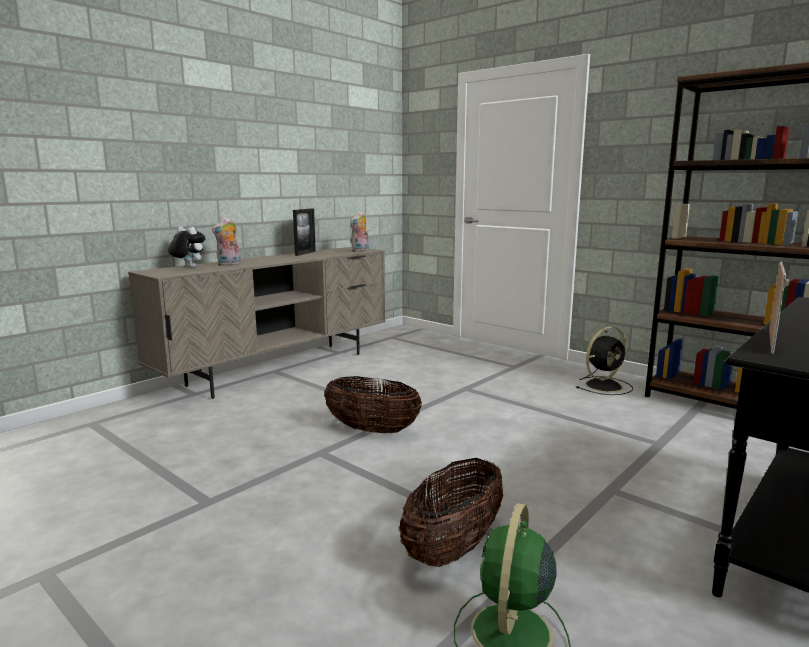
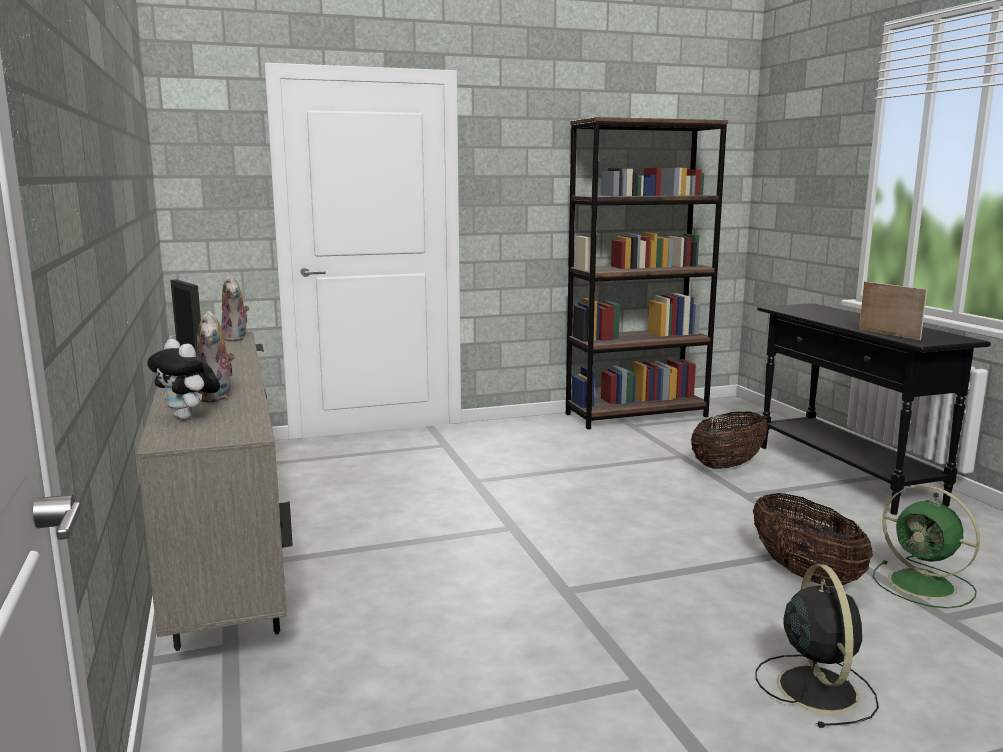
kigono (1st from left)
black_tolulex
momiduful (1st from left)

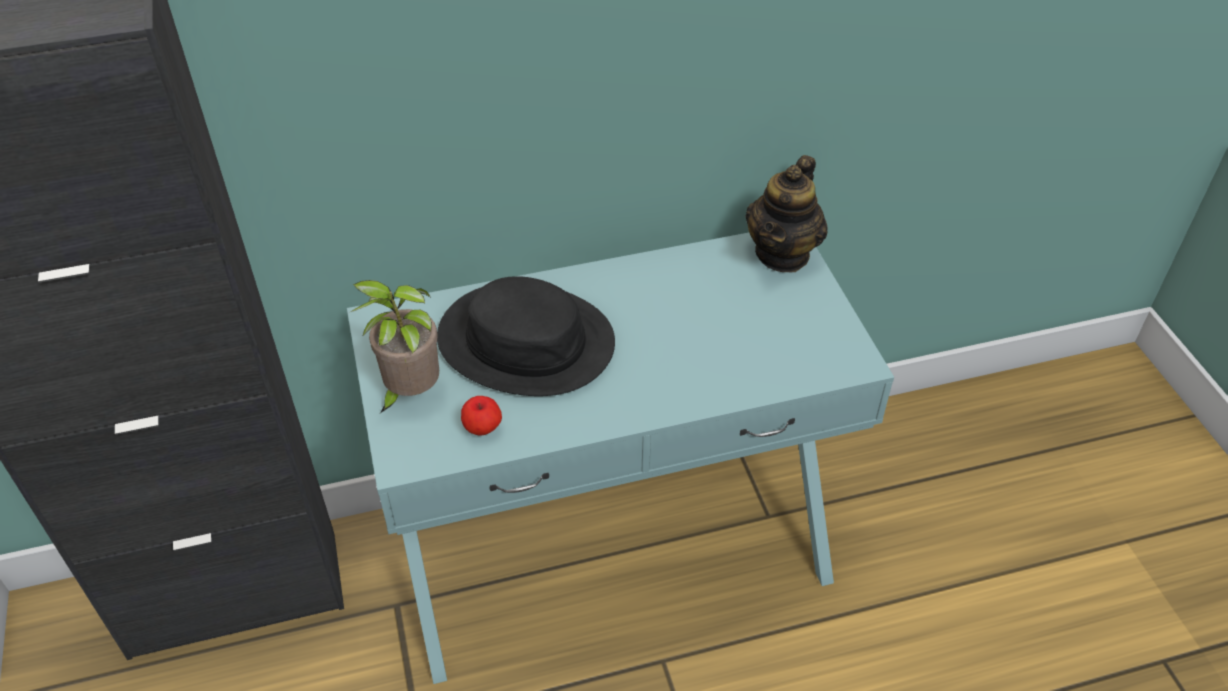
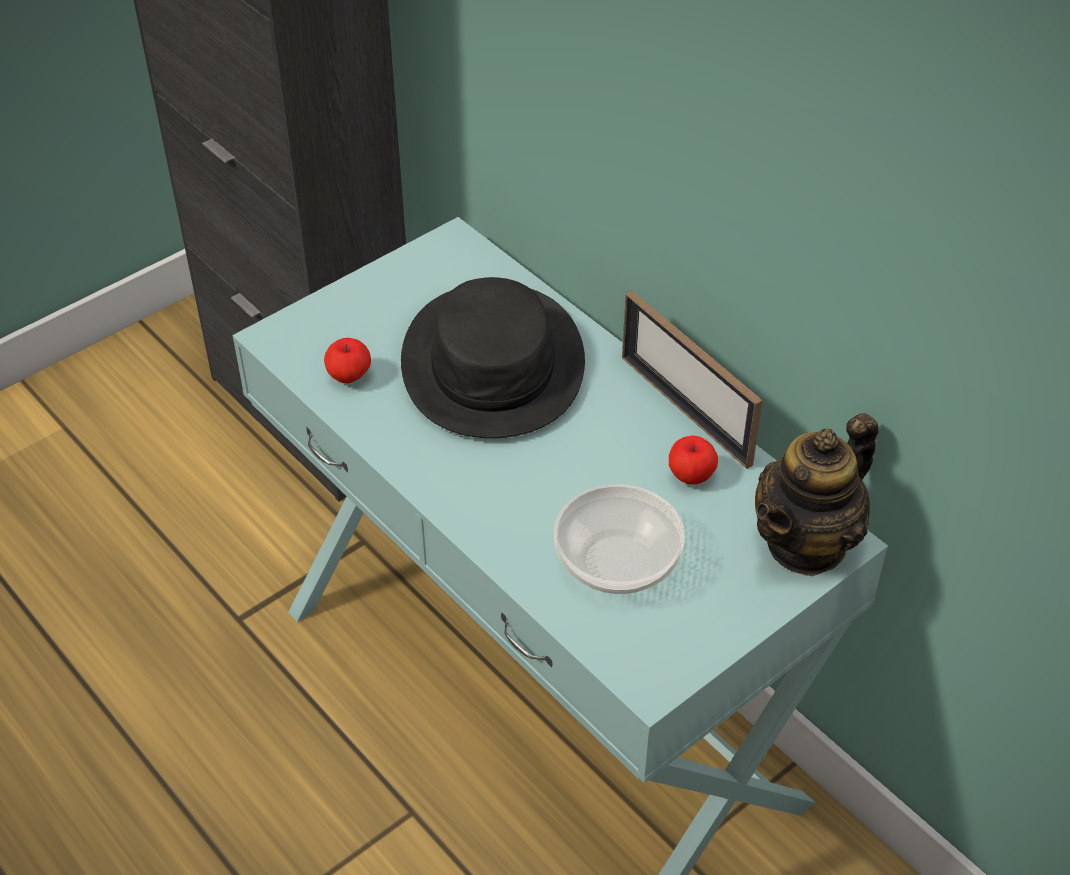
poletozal
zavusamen
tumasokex
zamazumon (2nd from left)
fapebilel

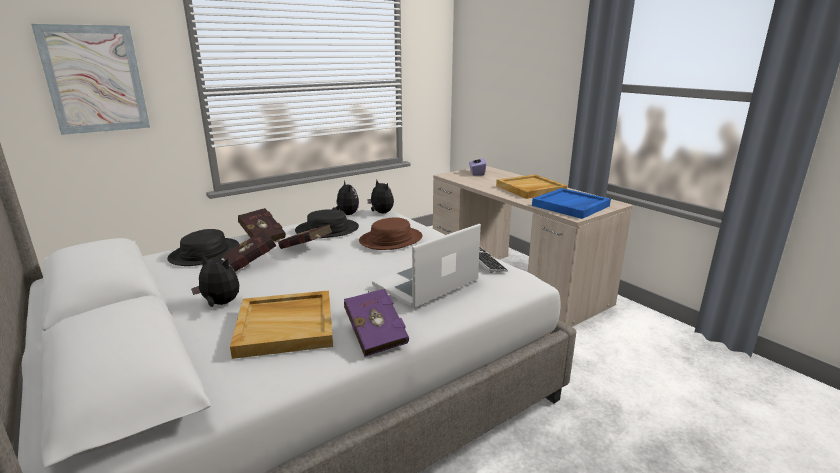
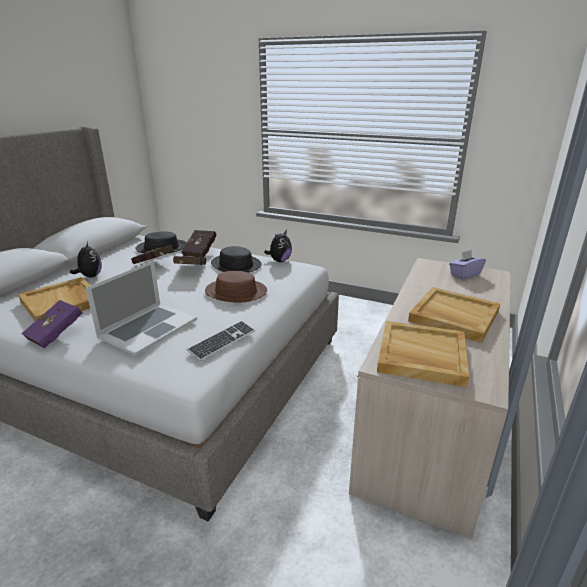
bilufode
momiduful (3rd from left in the first image)
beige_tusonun (2nd from left)
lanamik

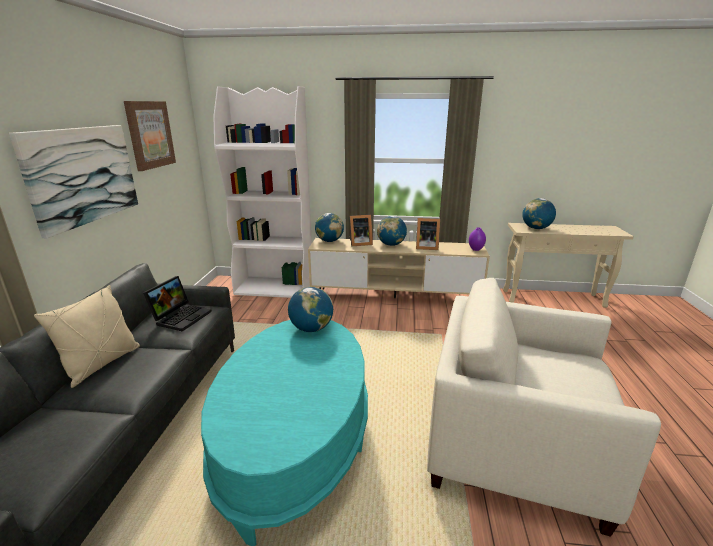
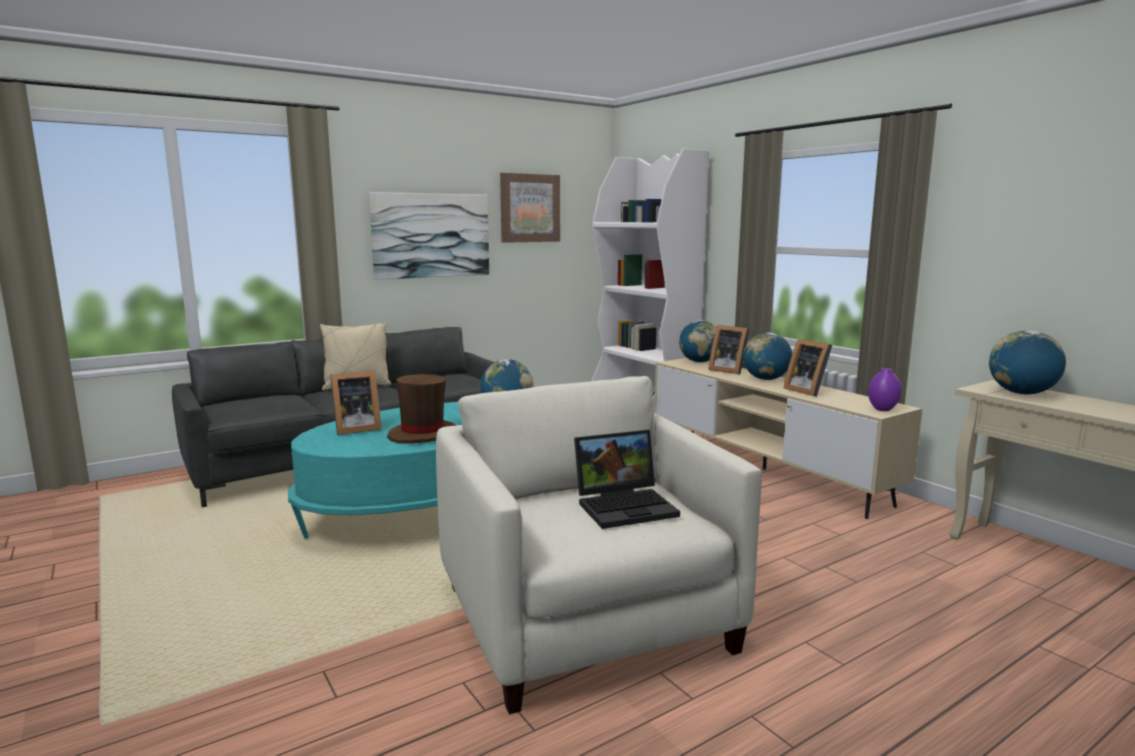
tumasokex (1st from left)
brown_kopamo
lanamik

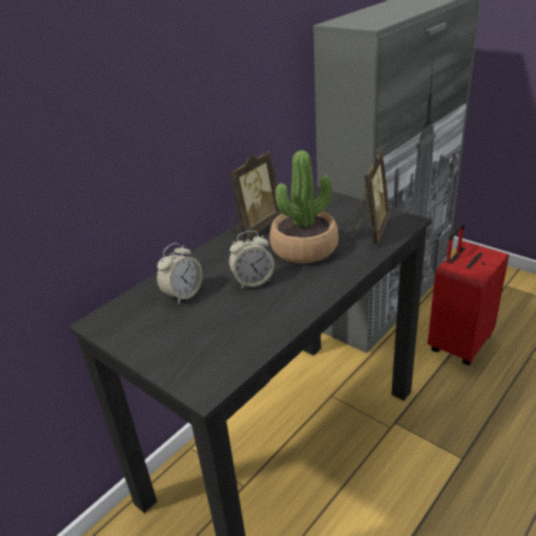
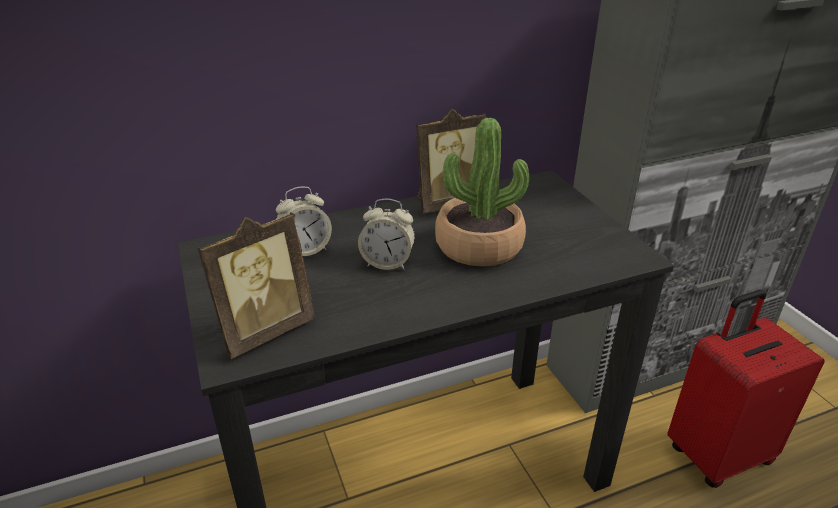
tumasokex (1st from left)

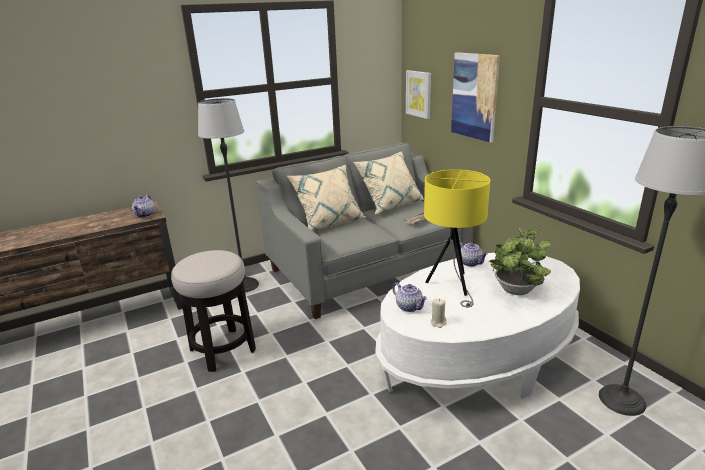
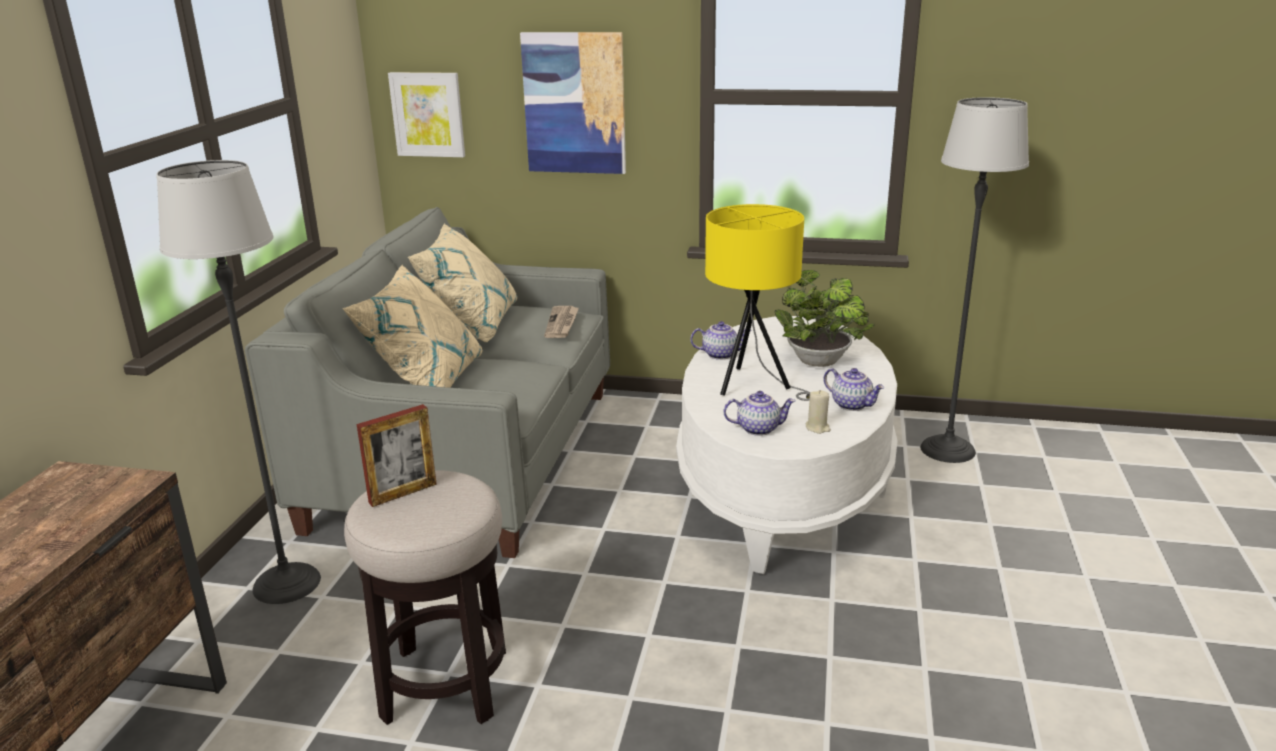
tumasokex
fapebilel (3rd from left)

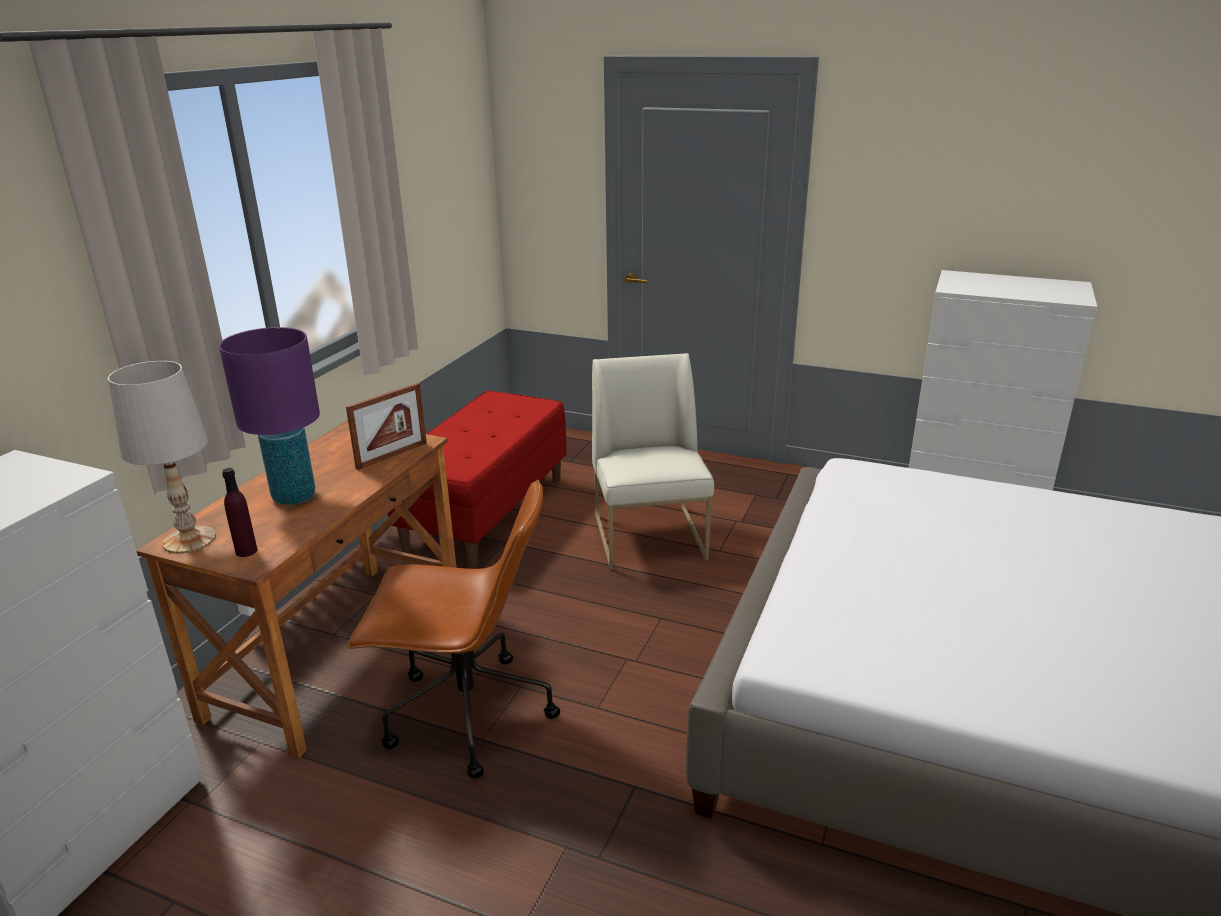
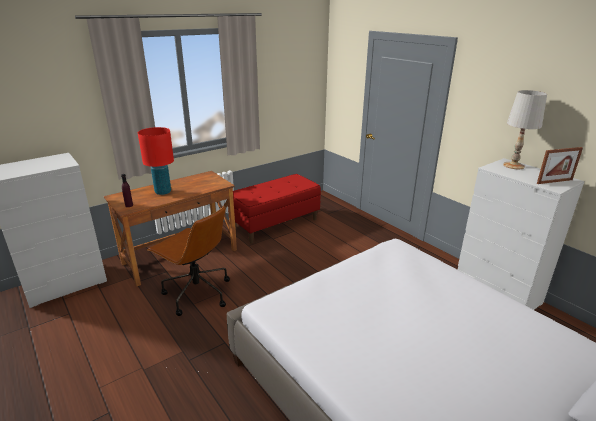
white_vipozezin
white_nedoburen
tumasokex
red_nedoburen

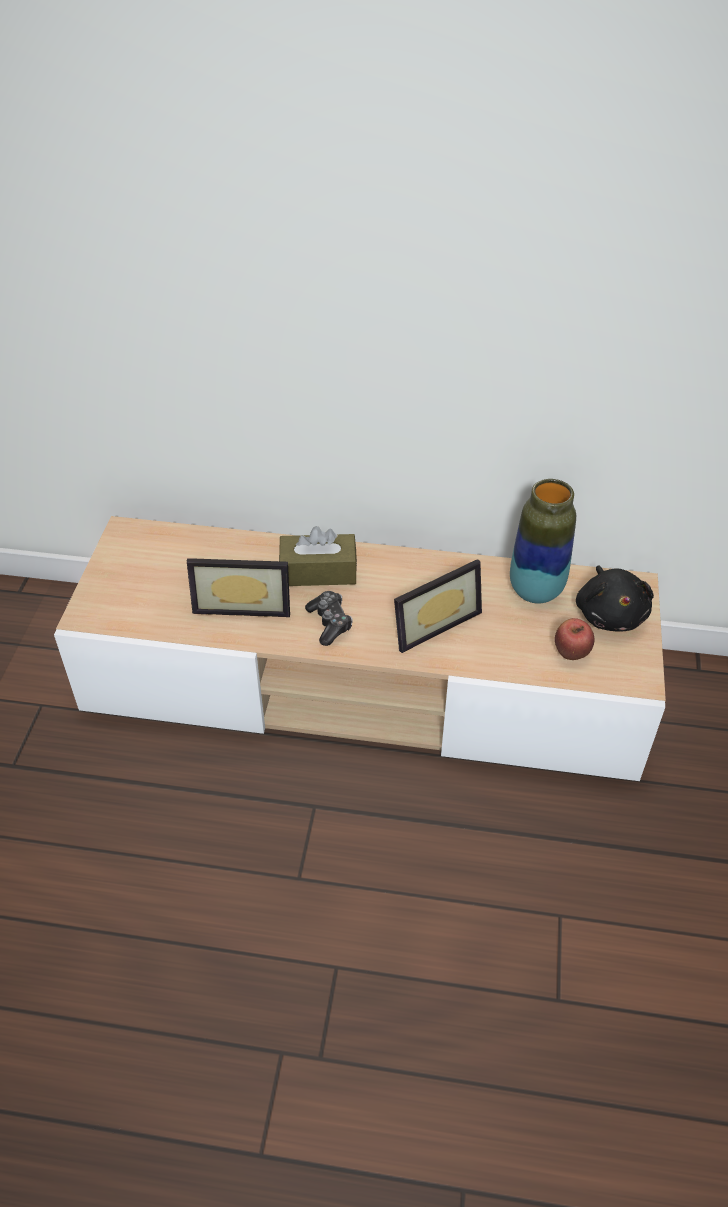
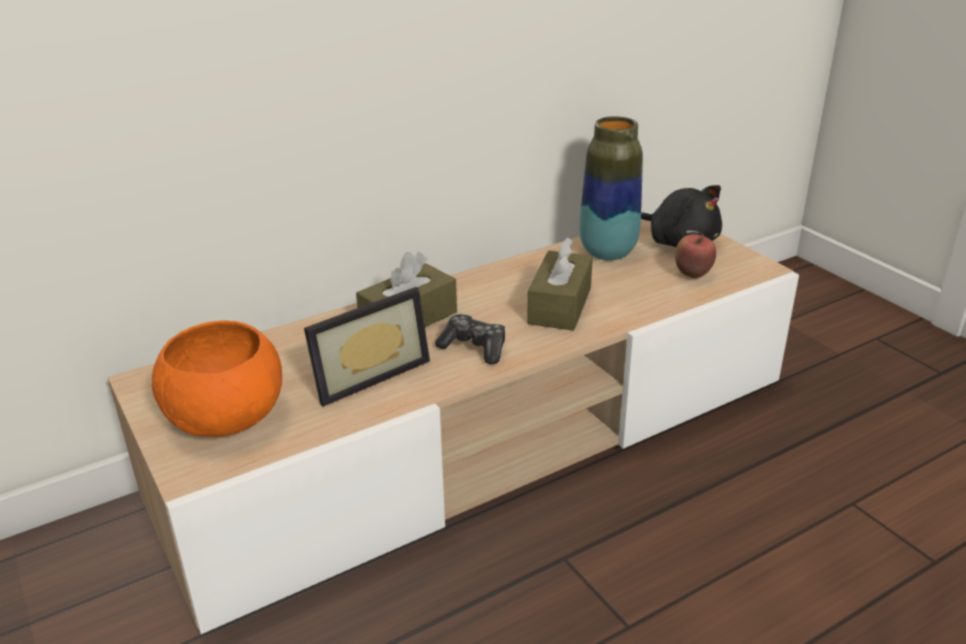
orange_zavusamen
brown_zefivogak (2nd from left)

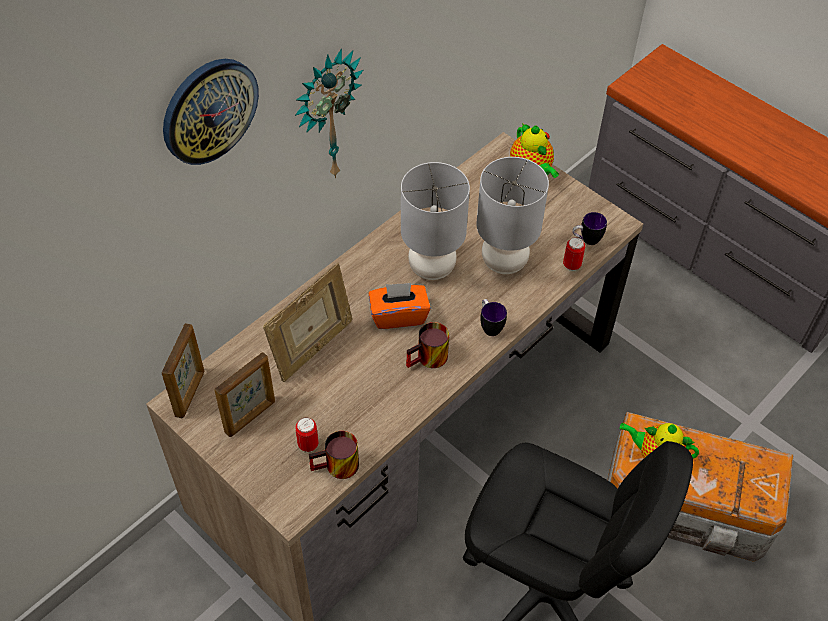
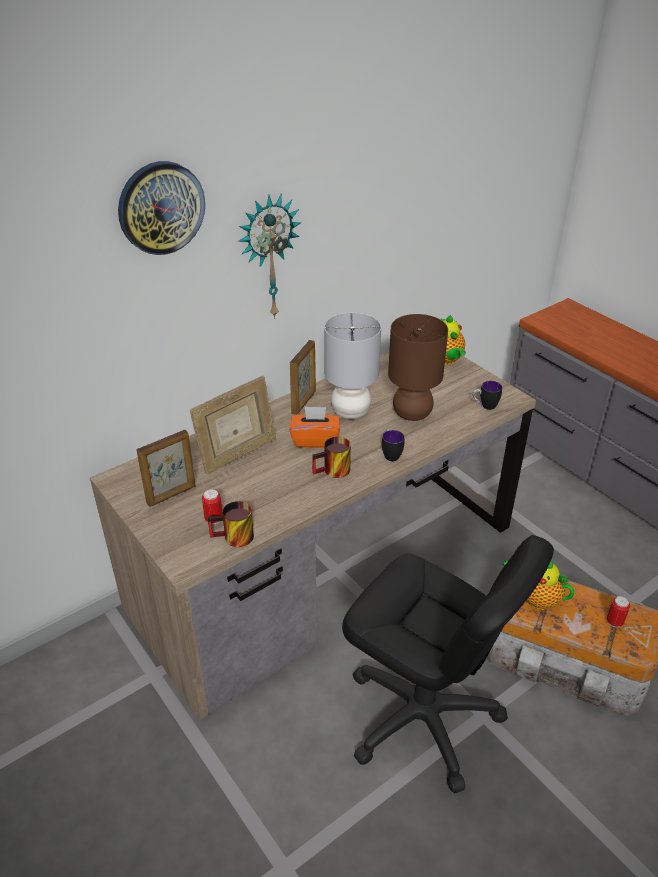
tumasokex (3rd from left)
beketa (2nd from left)
brown_nedoburen

